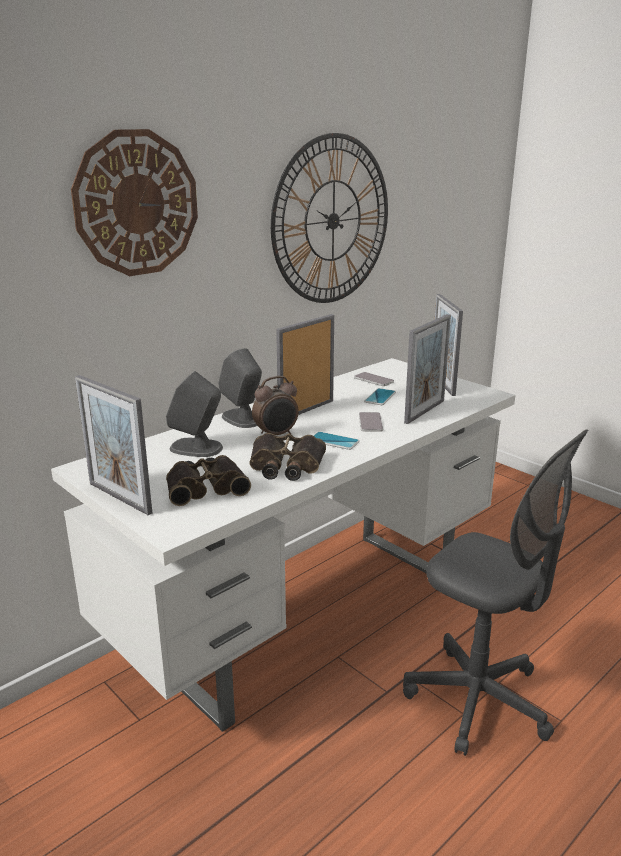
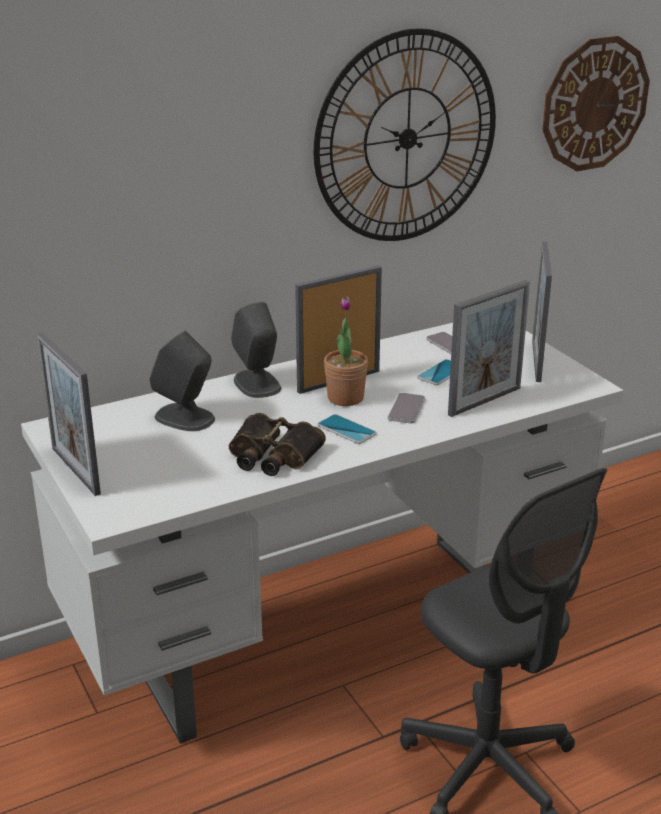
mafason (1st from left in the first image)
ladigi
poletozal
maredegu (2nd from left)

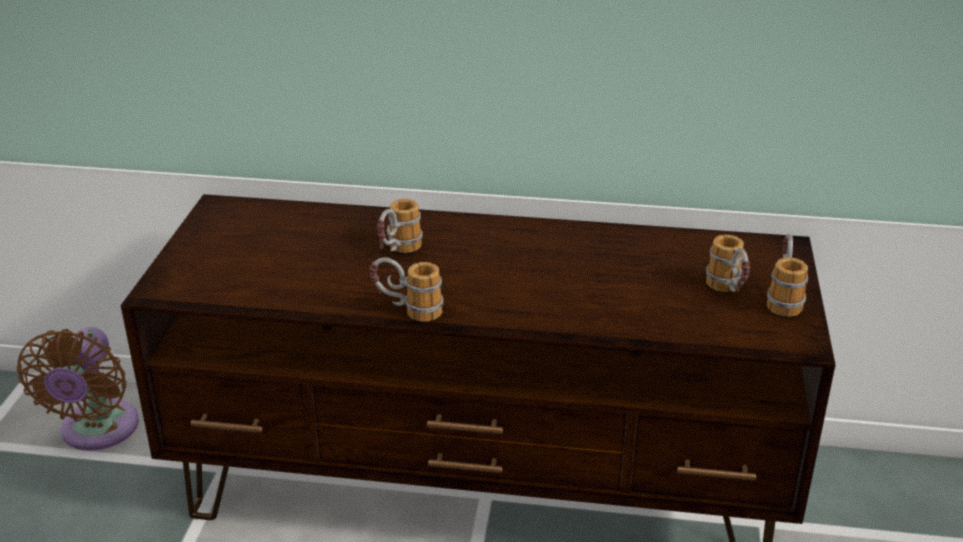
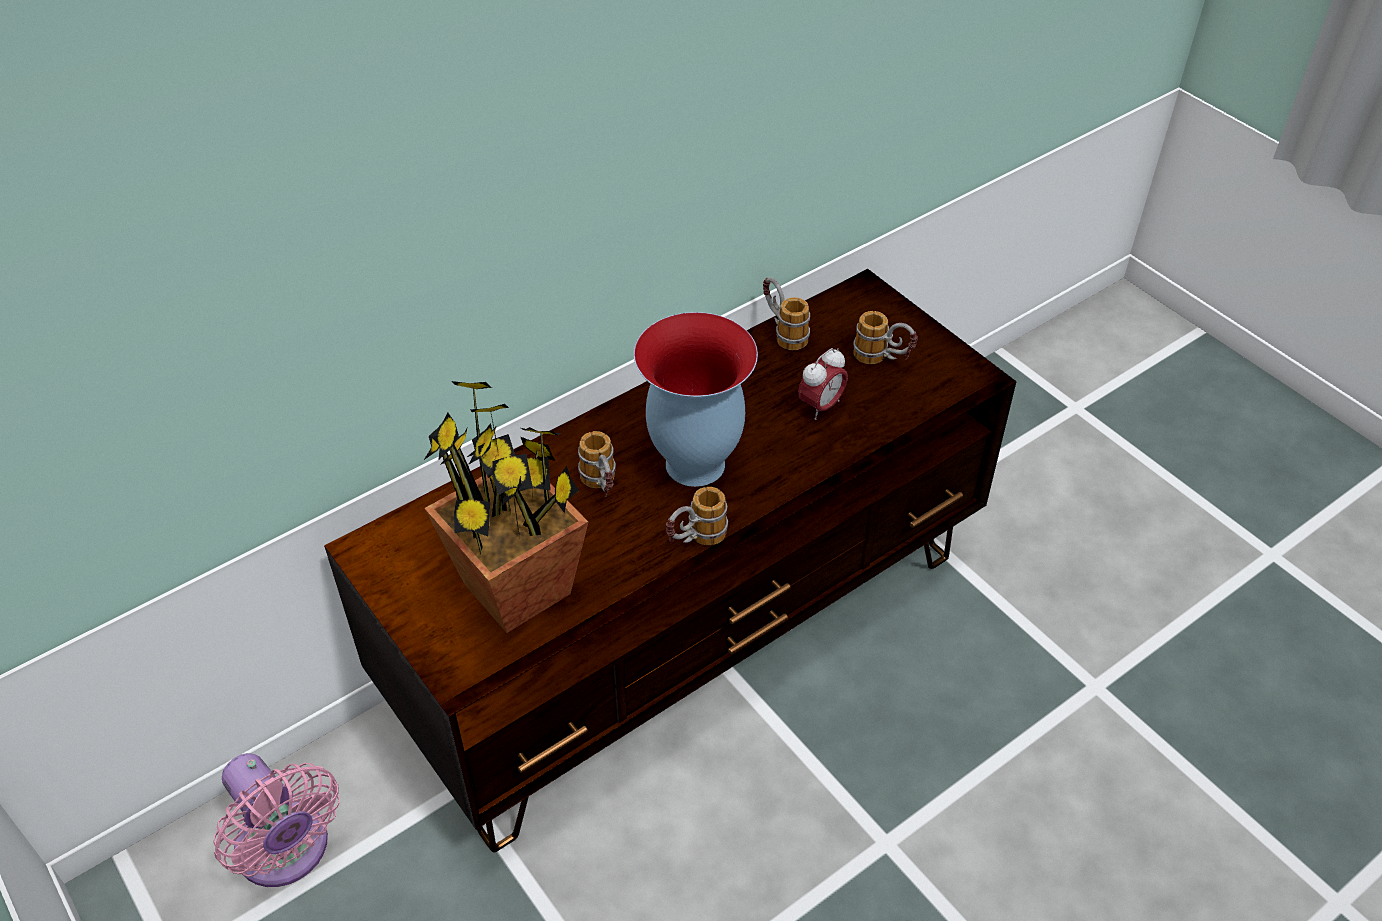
poletozal
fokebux
ladigi
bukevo (3rd from left)
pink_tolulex

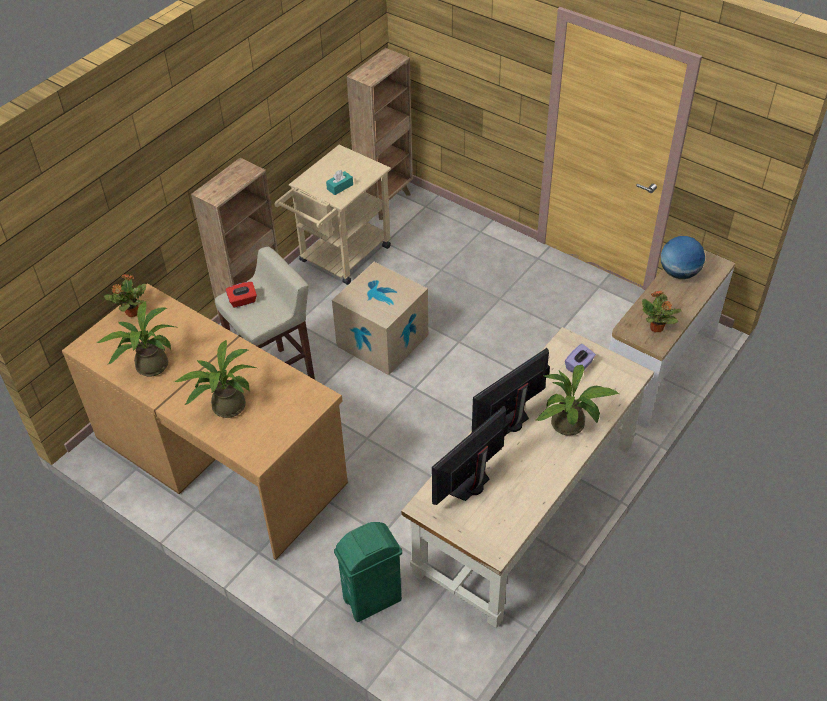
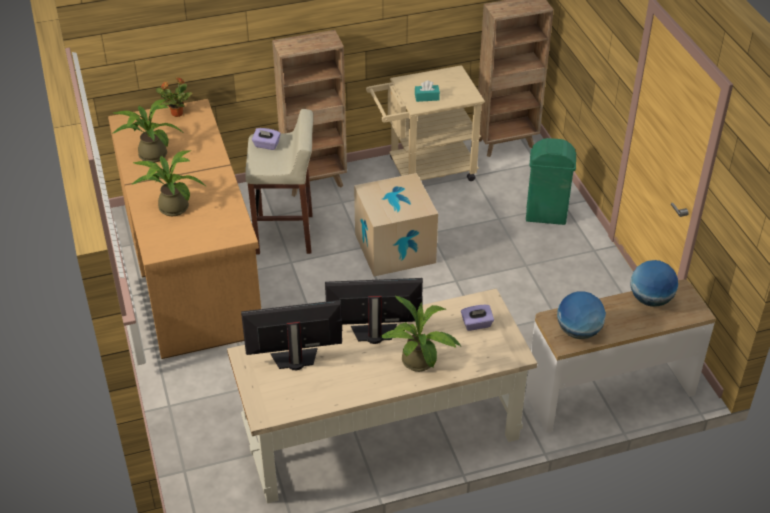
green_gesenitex
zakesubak (1st from left)
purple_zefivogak (1st from left)

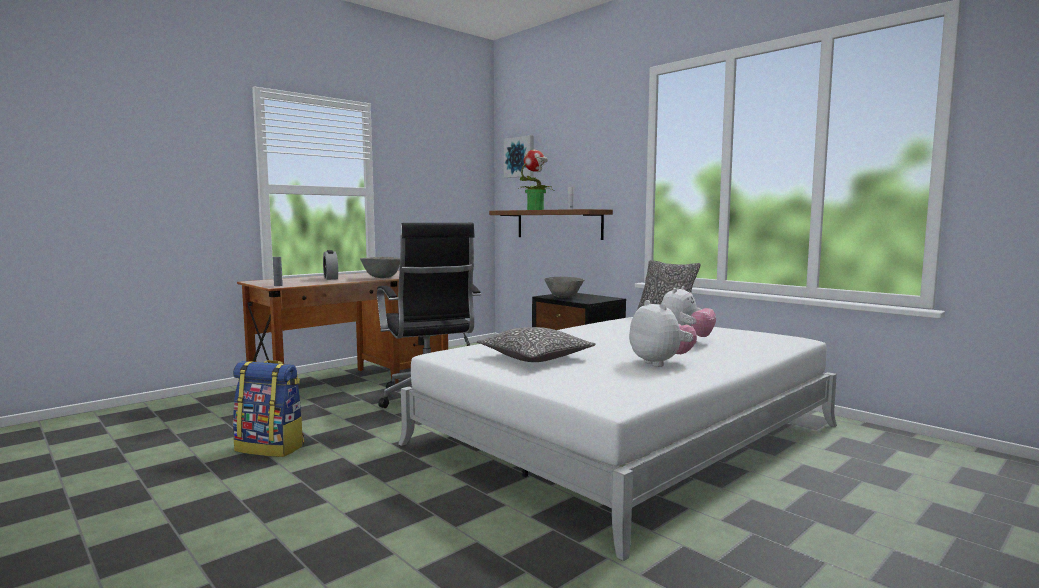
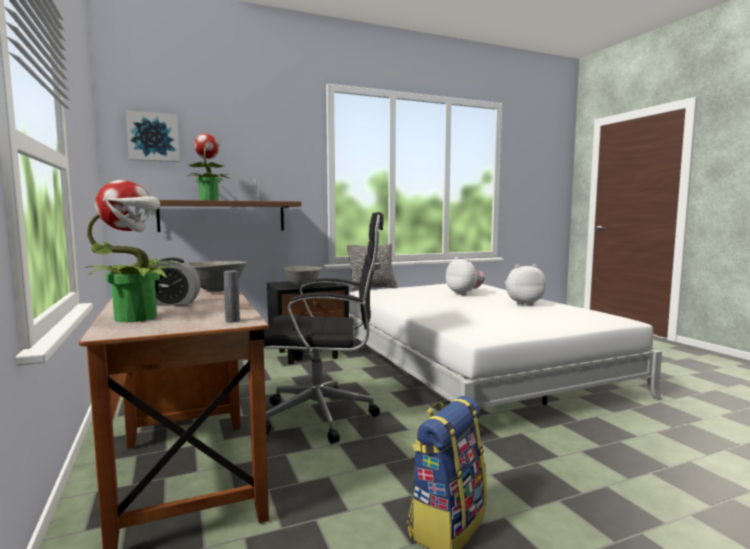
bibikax (1st from left in the first image)
poletozal (1st from left)

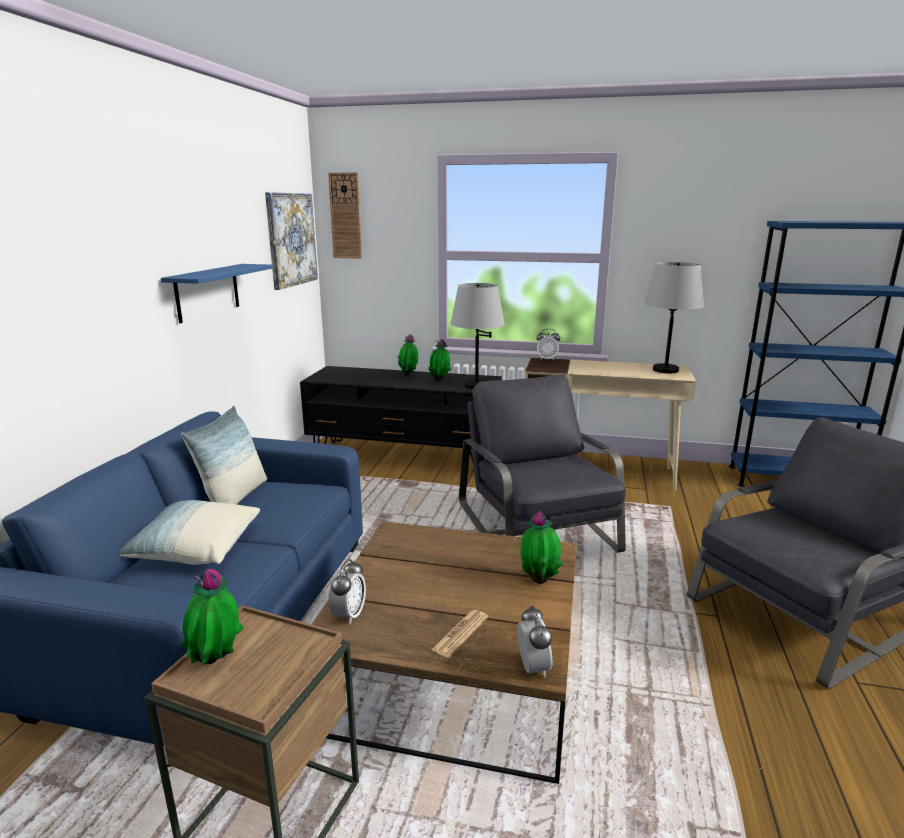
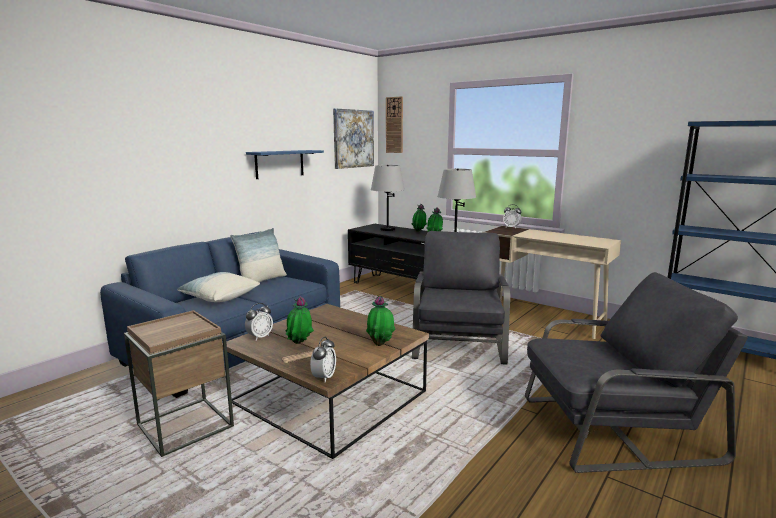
poletozal (1st from left)
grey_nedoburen (1st from left)

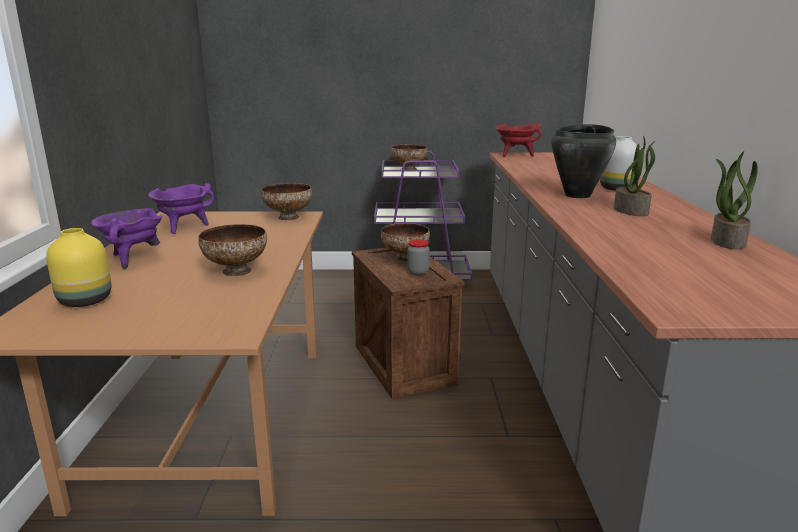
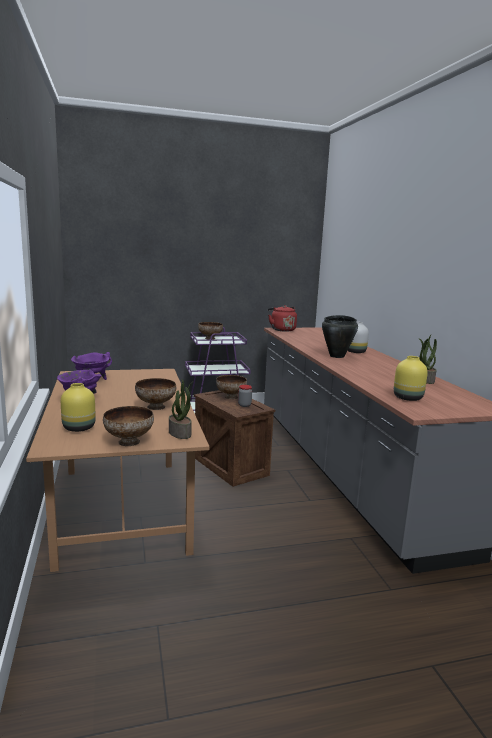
yellow_fokebux (2nd from left)
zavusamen (1st from left)
poletozal (1st from left)
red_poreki

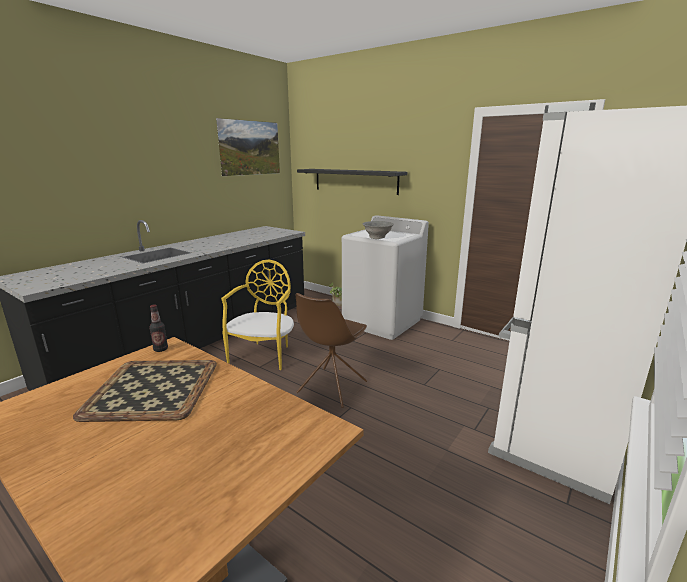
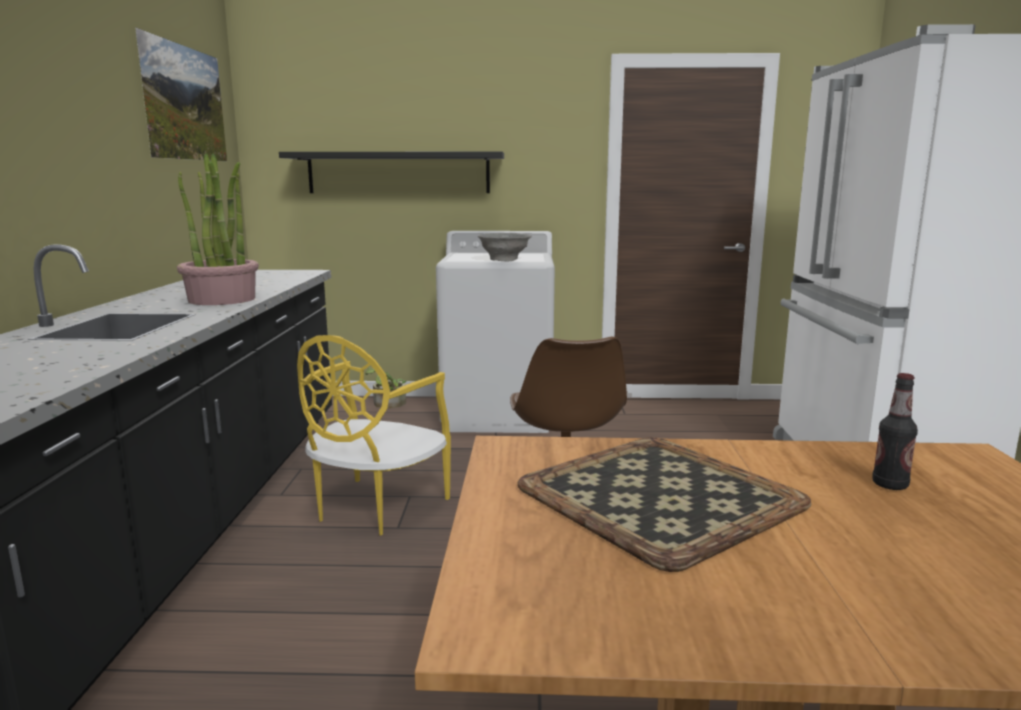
poletozal (1st from left)
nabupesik
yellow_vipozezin

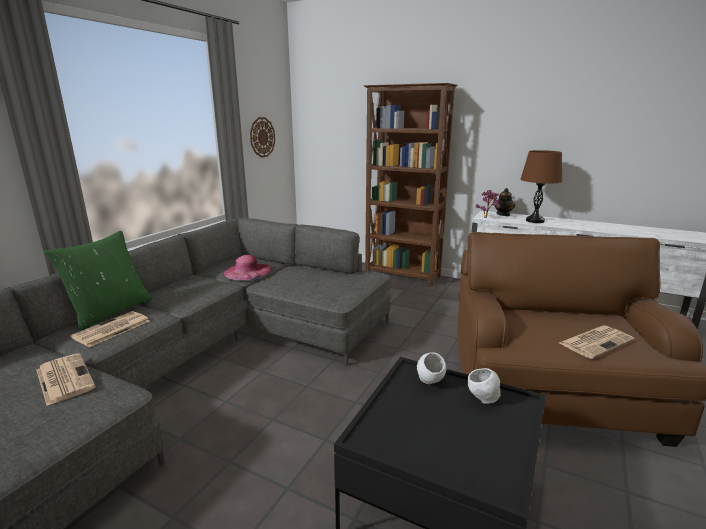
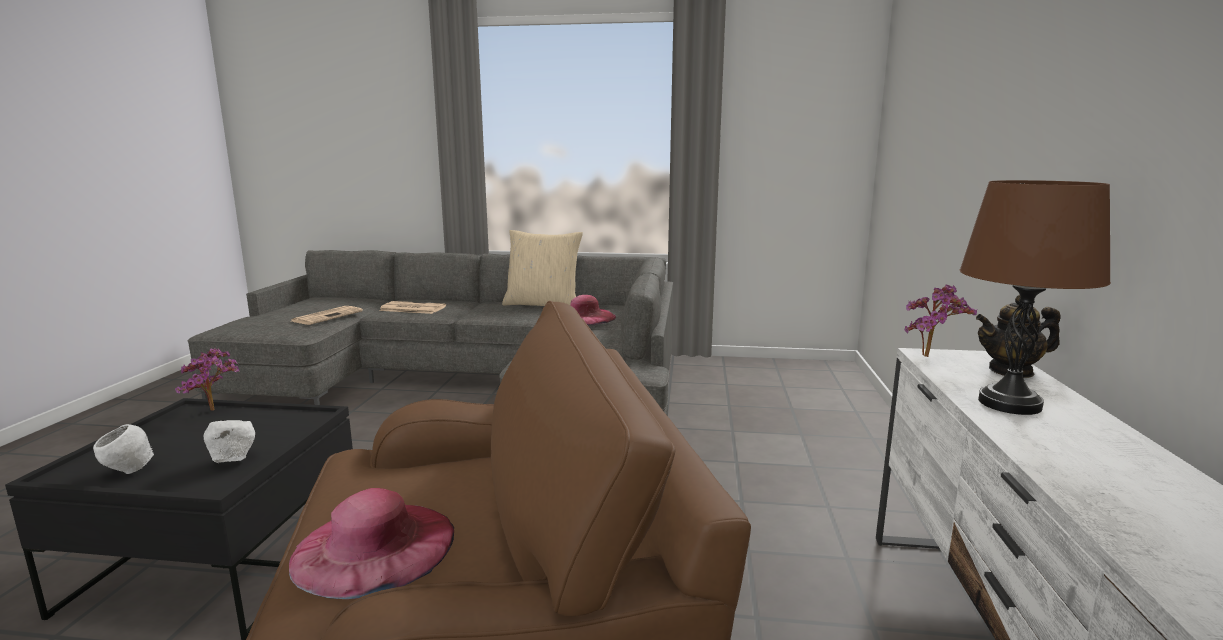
green_bibikax
maredegu
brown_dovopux
poletozal (1st from left)
beige_bibikax
white_zavusamen (1st from left)
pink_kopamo (1st from left)

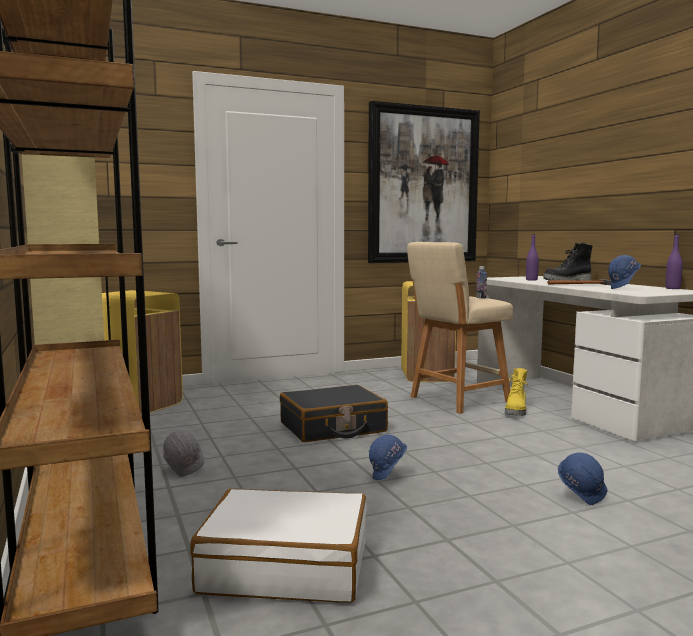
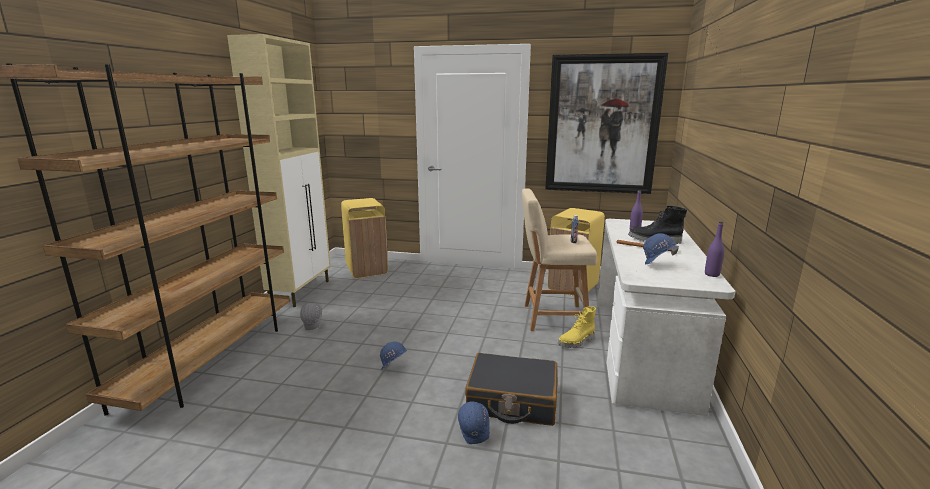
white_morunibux
black_morunibux

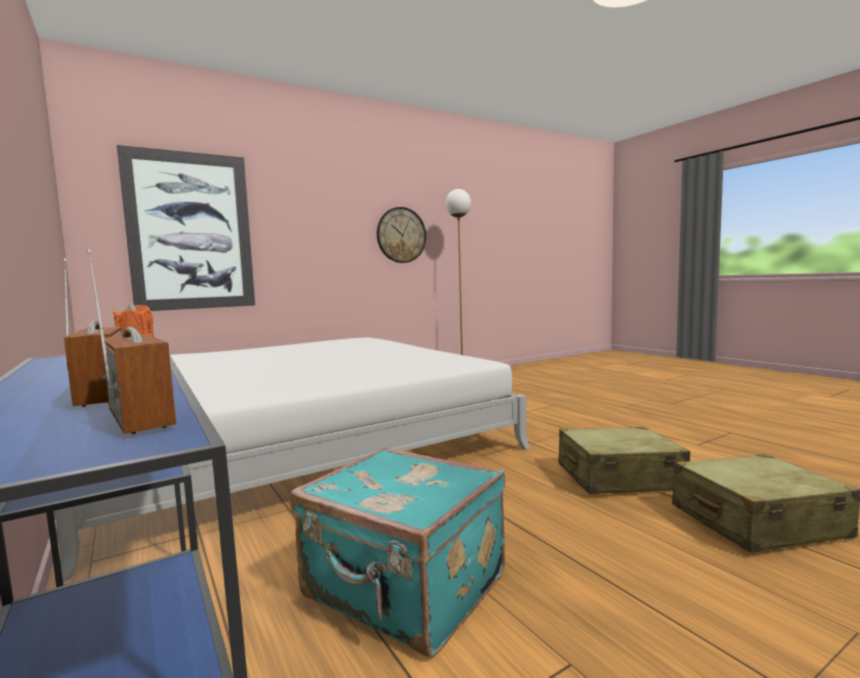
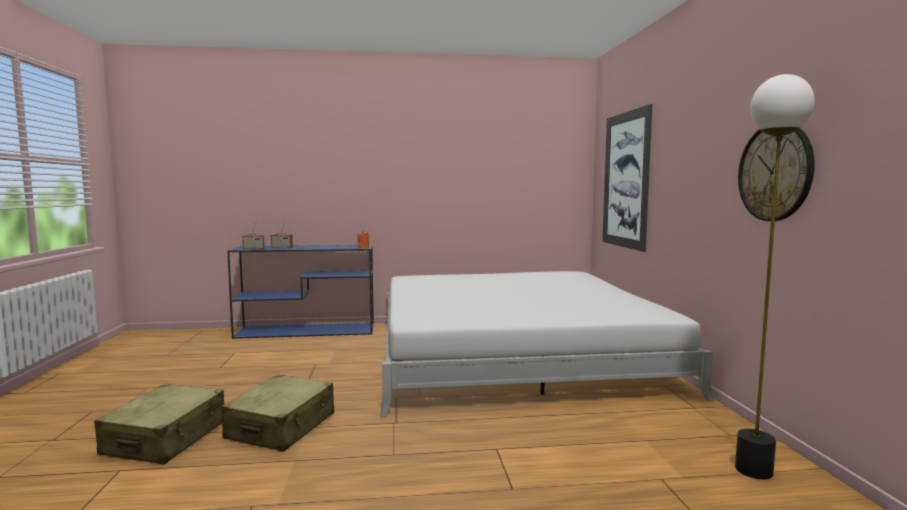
turquoise_morunibux

